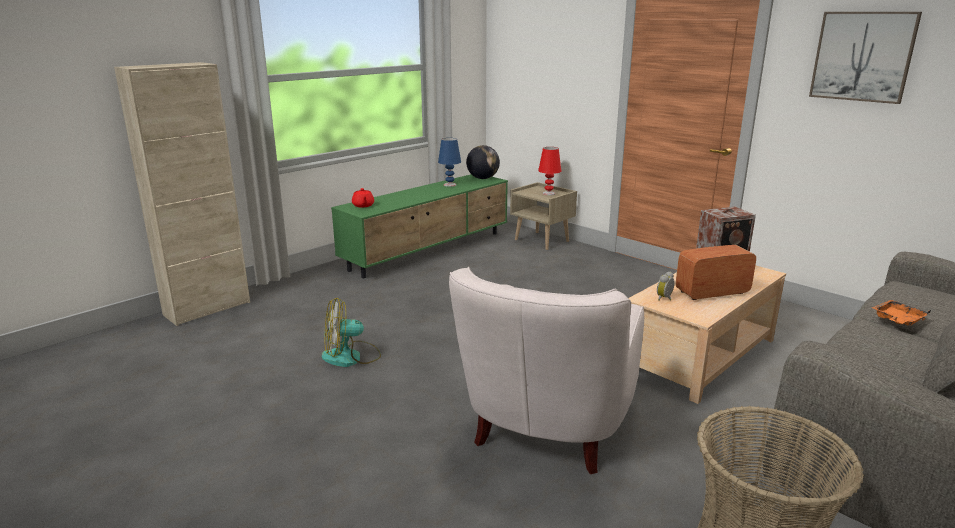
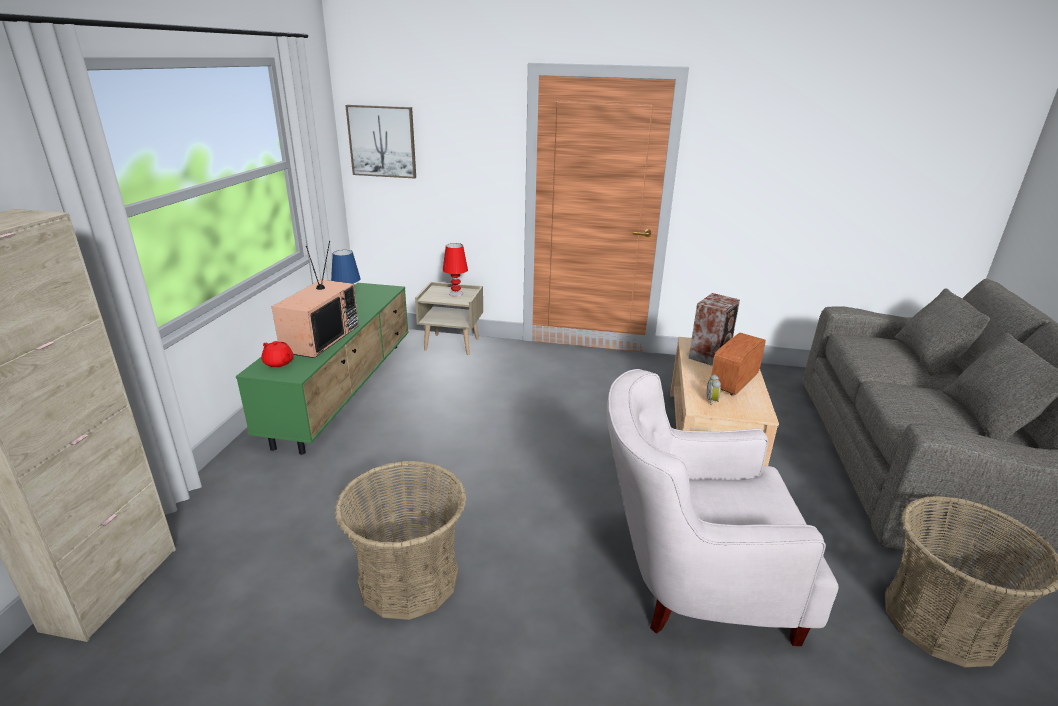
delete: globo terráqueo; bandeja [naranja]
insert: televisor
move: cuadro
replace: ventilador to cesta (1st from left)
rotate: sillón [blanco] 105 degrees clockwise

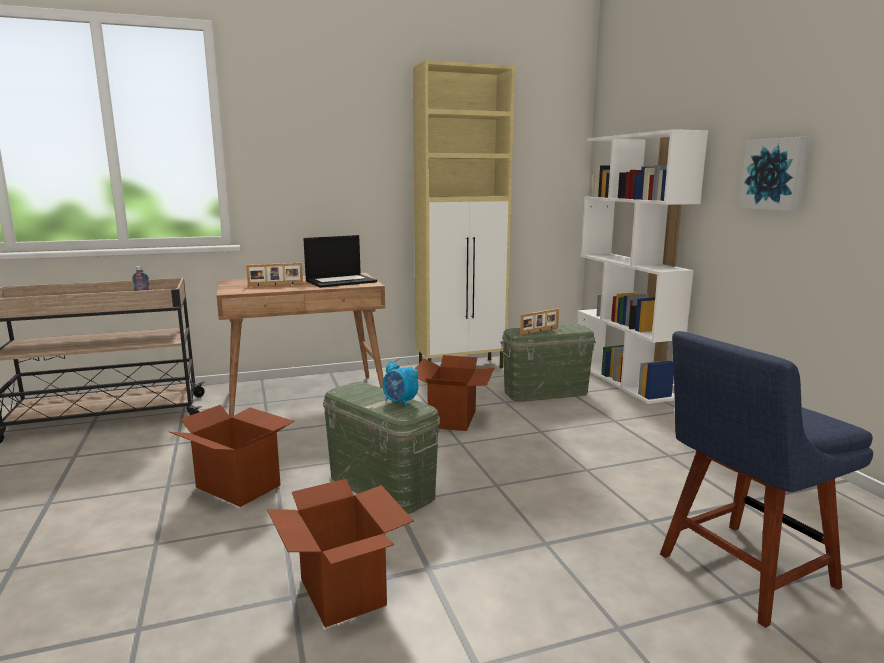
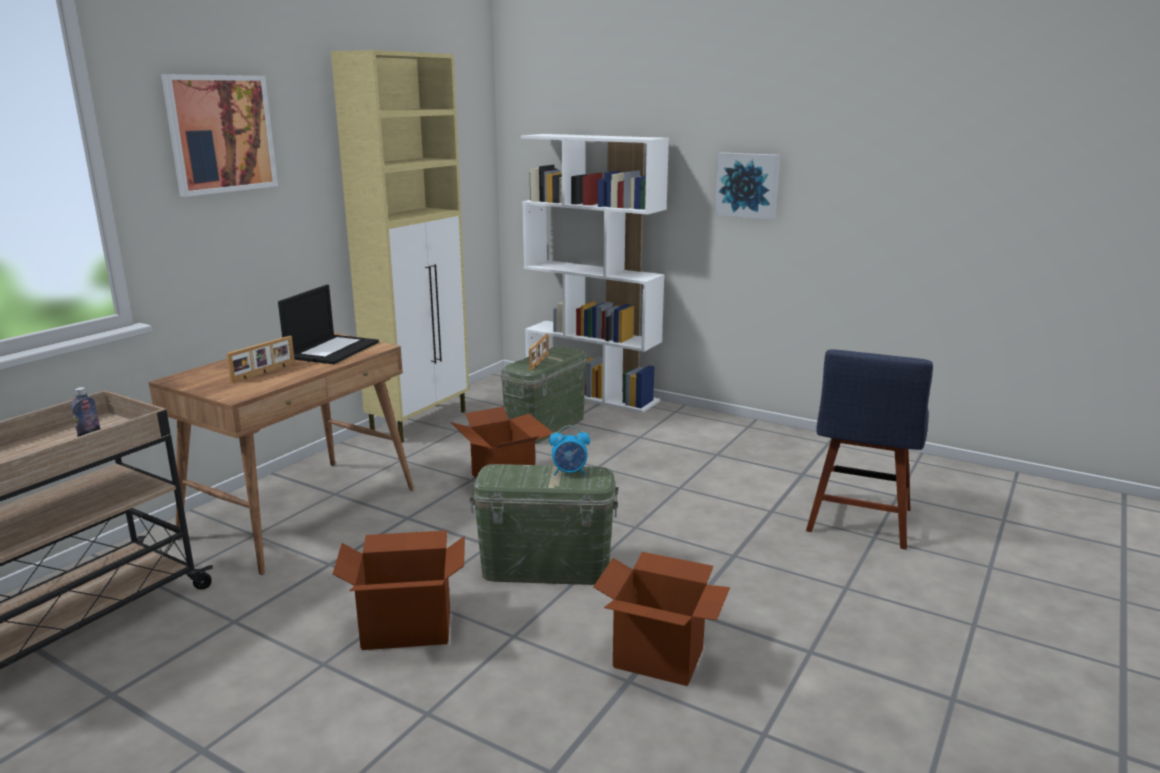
insert: cuadro (1st from left)

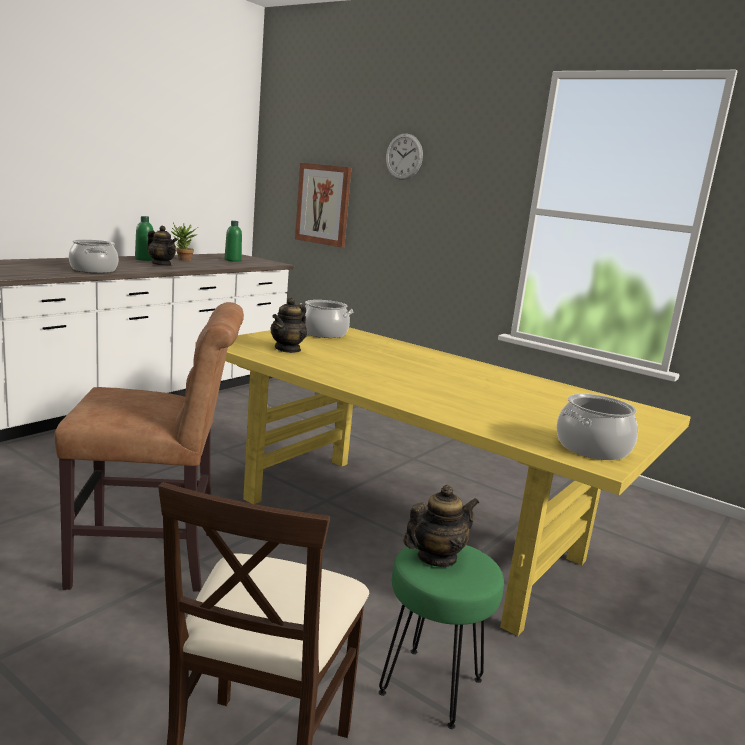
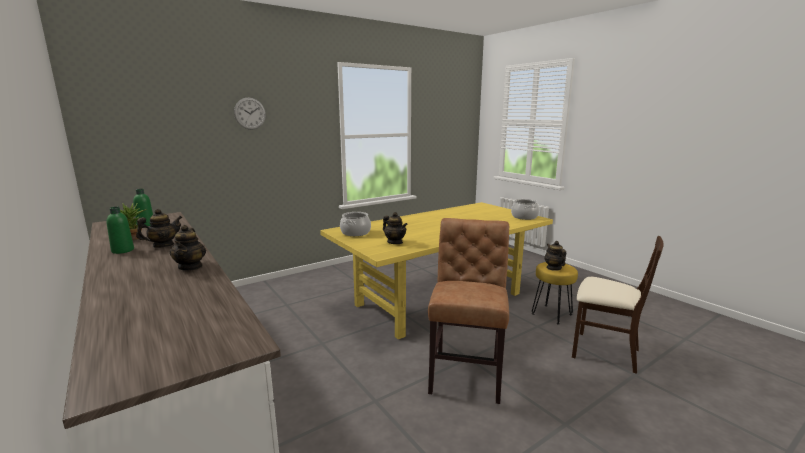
delete: cuadro
replace: olla (1st from left) to tetera (2nd from left)
recolor: taburete [verde] to taburete [amarillo]

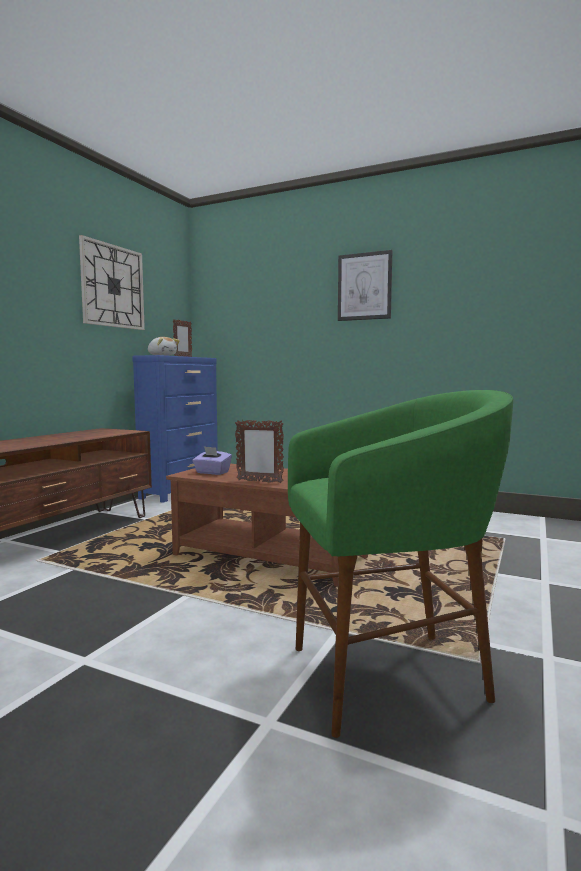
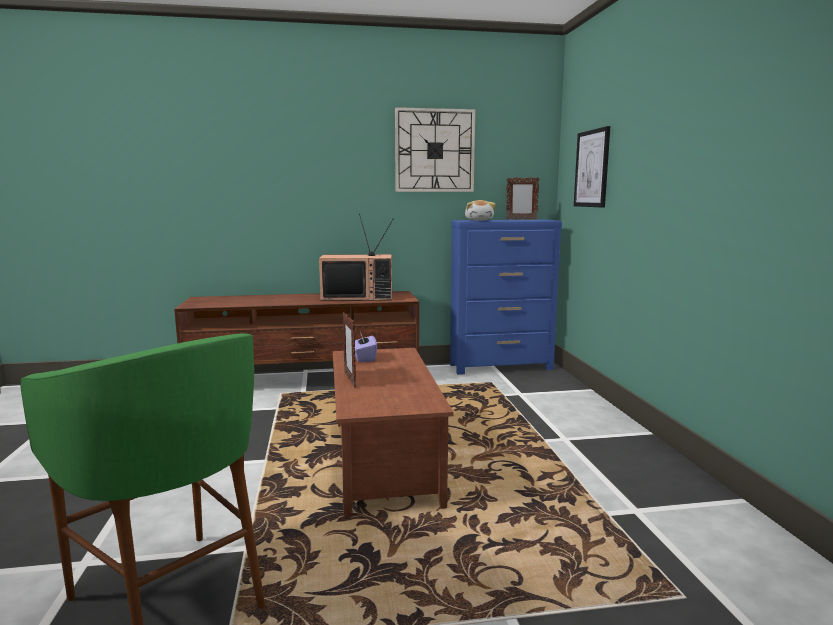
insert: televisor
move: cuadro

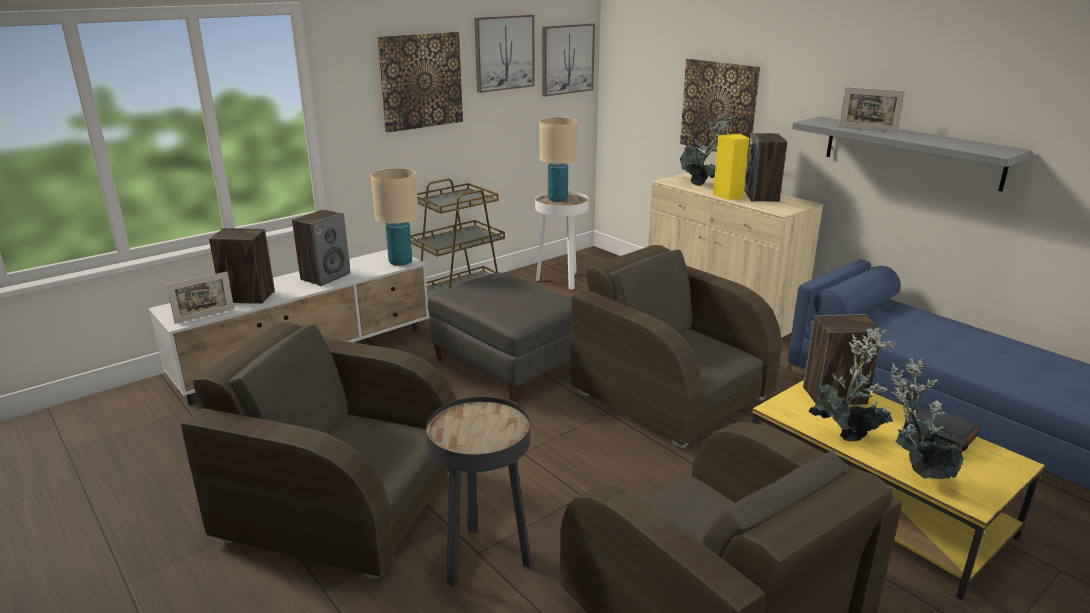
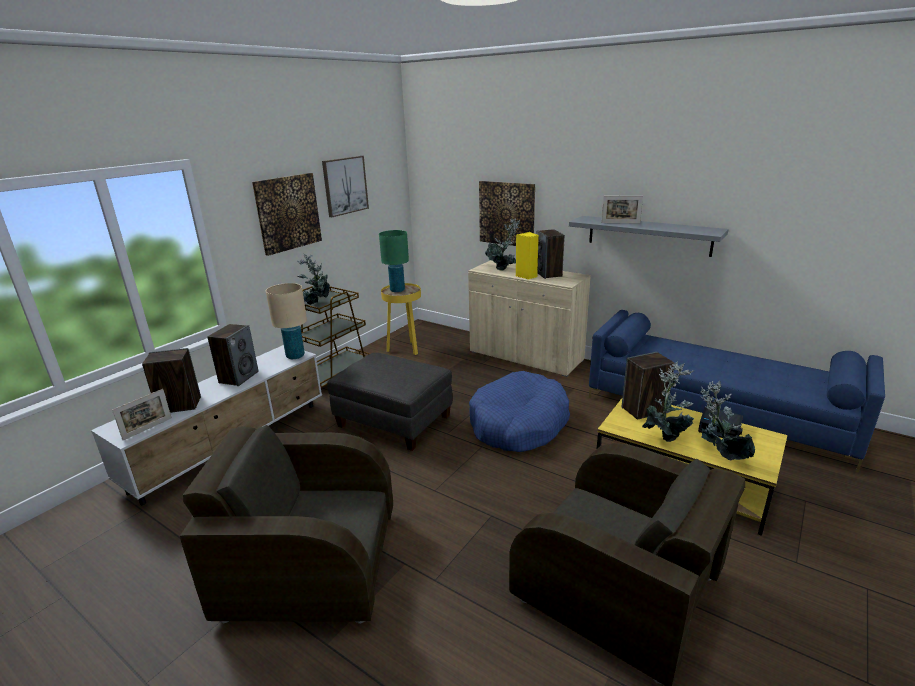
delete: mesa auxiliar [negro]; cuadro (3rd from left)
insert: planta en maceta (1st from left)
replace: sillón [marrón] (2nd from left) to cama para perro [azul]
recolor: lámpara de mesa [beis] (2nd from left) to lámpara de mesa [verde]; mesa auxiliar [blanco] to mesa auxiliar [amarillo]

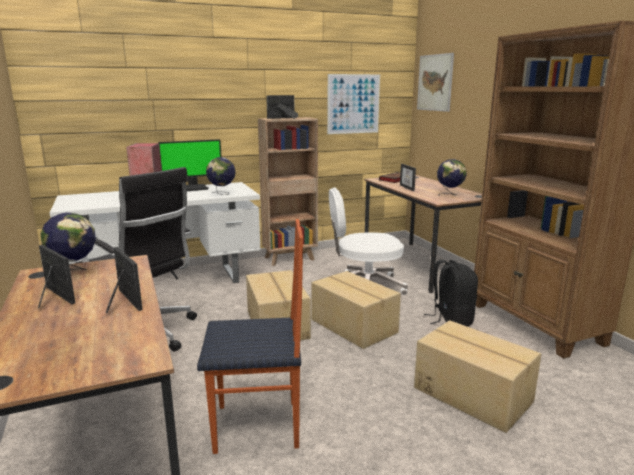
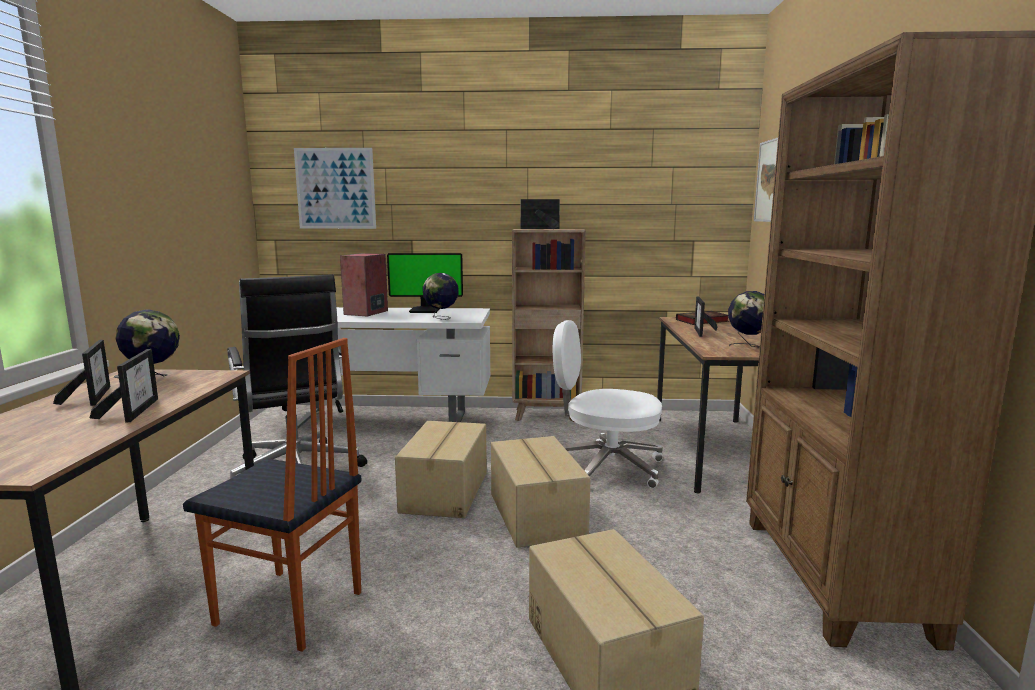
delete: mochila [negro]
move: cuadro (1st from left)

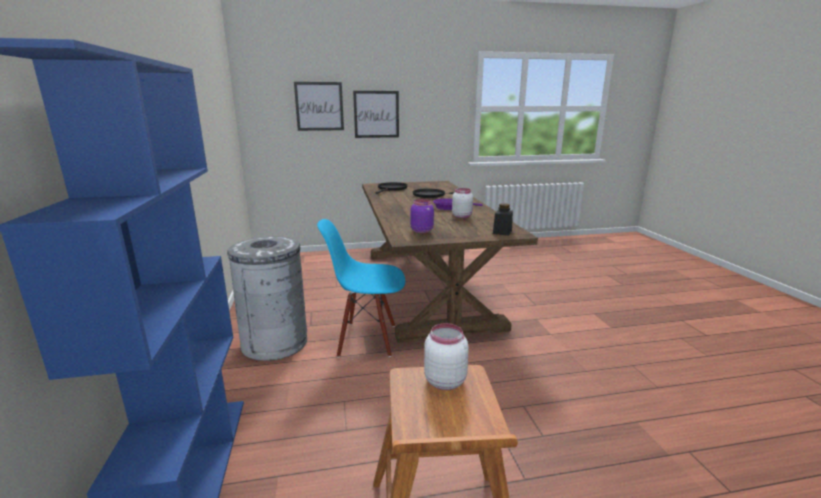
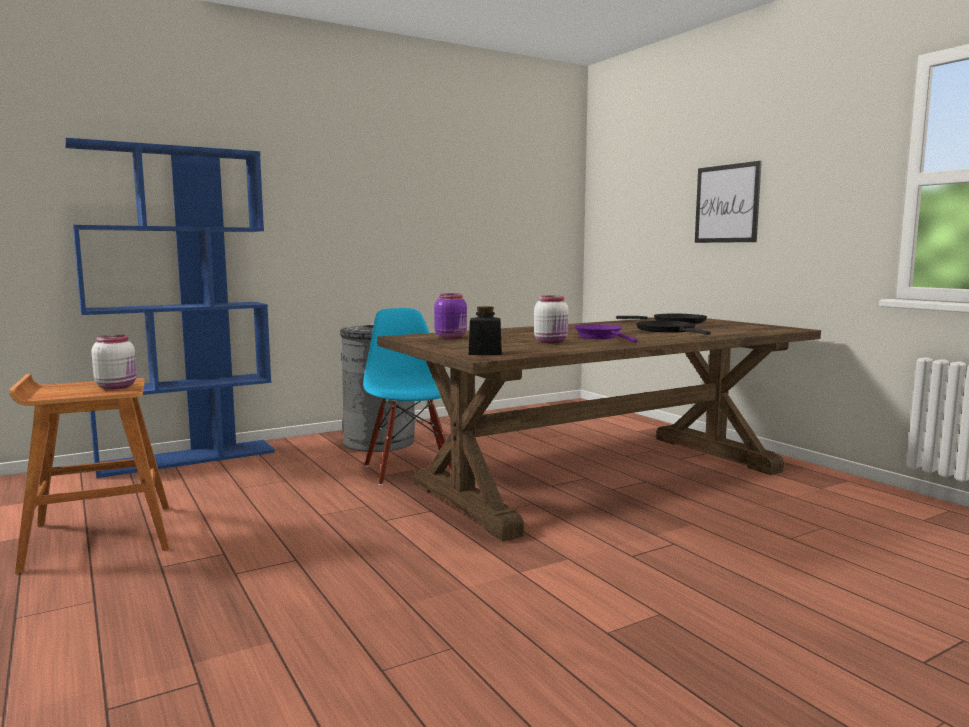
delete: cuadro (1st from left)

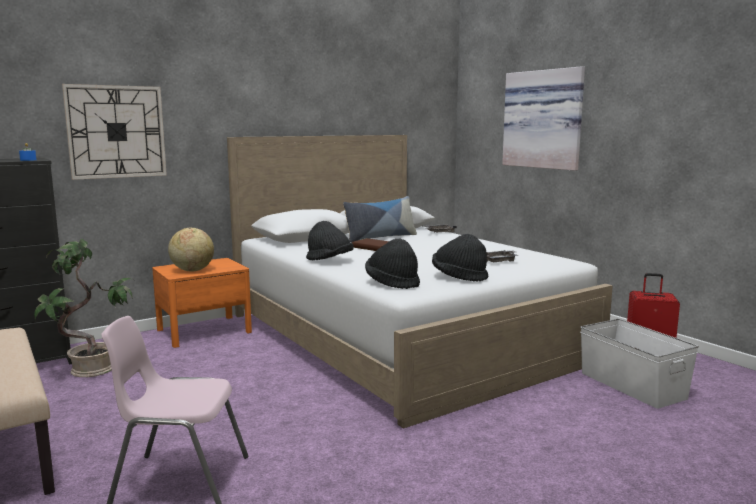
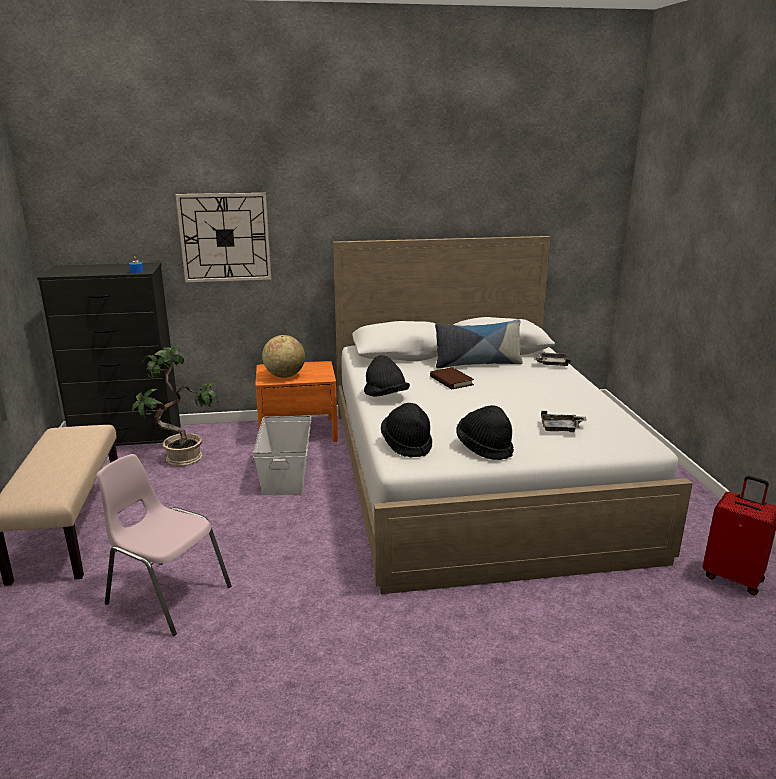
delete: cuadro
move: caja de almacenaje [blanco]

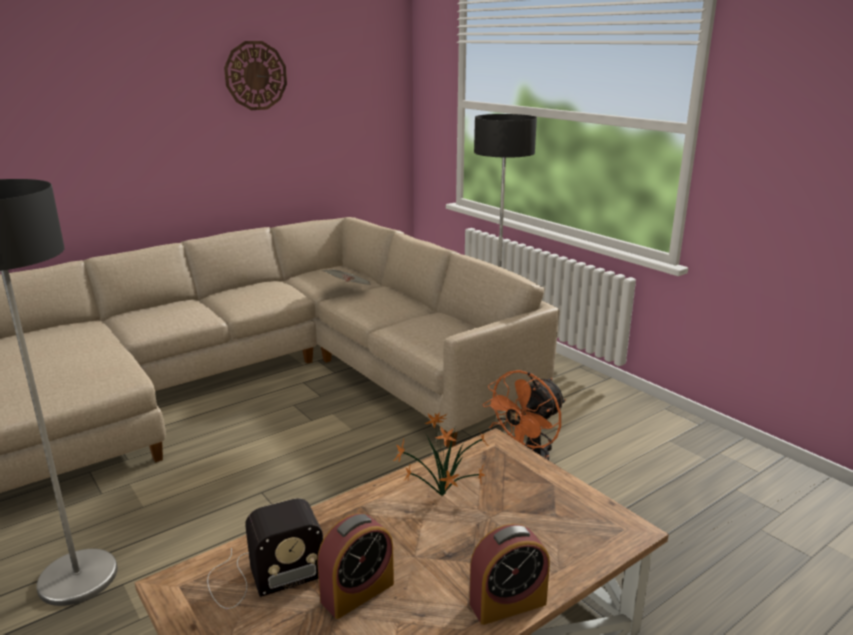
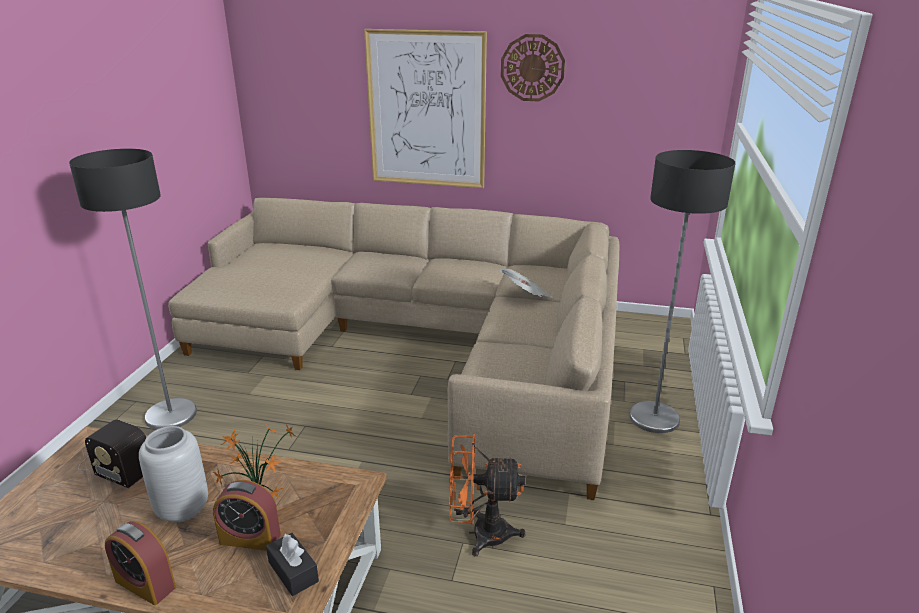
insert: florero [gris]; caja de pañuelos [negro]; cuadro
move: despertador (1st from left in the first image) to despertador (2nd from left)

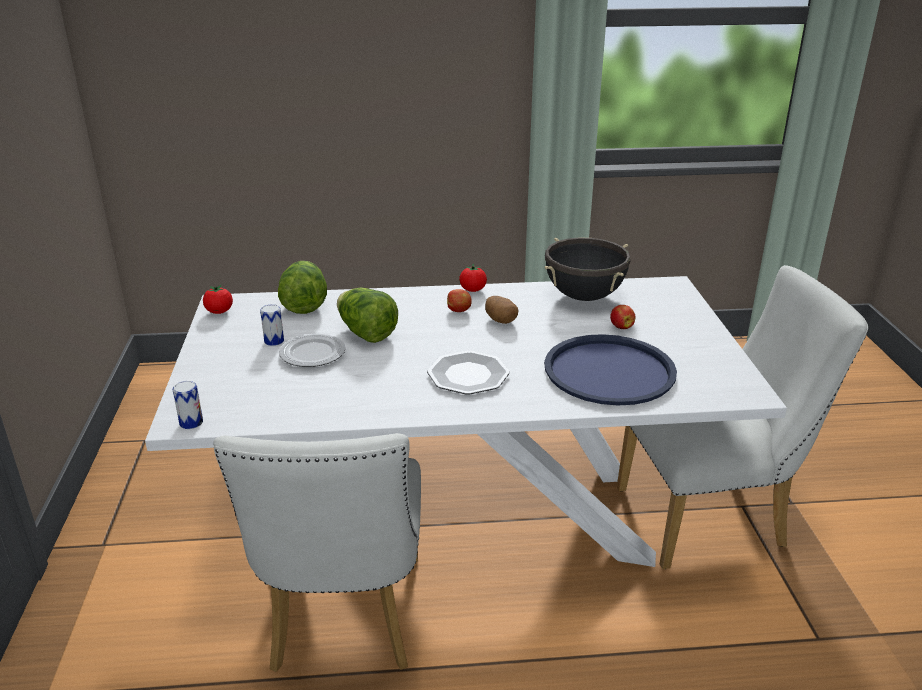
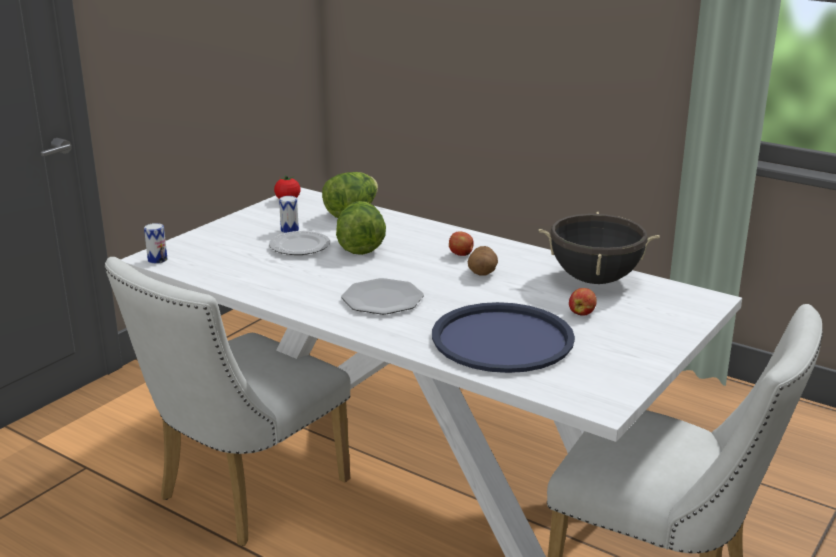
delete: tomate (2nd from left)

